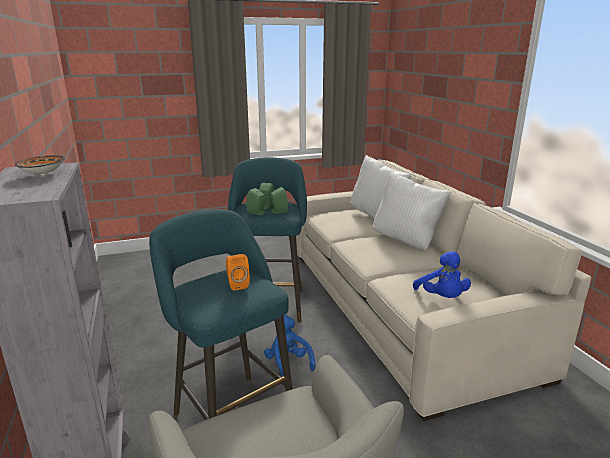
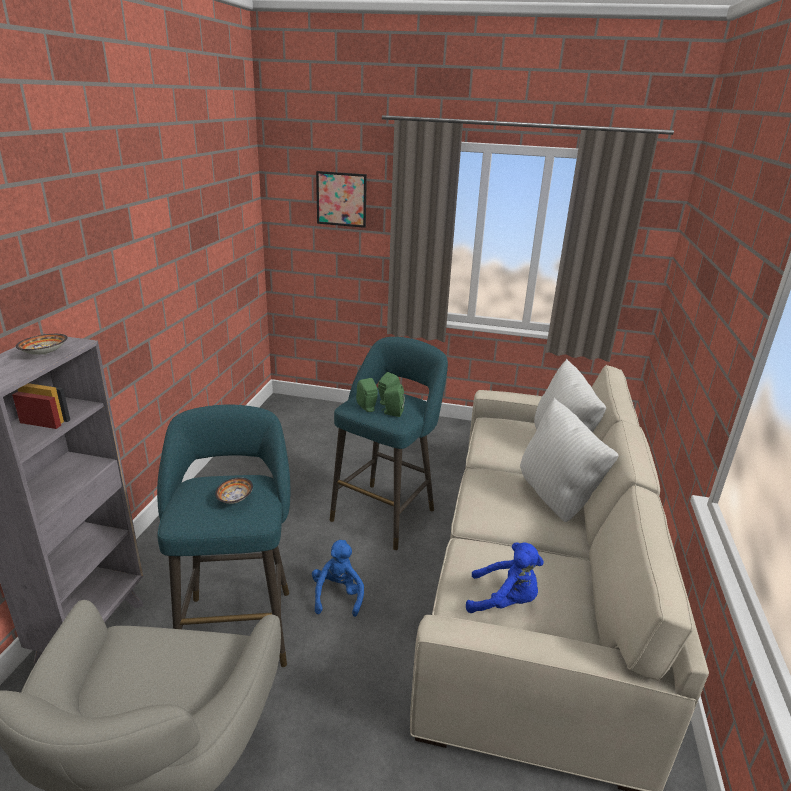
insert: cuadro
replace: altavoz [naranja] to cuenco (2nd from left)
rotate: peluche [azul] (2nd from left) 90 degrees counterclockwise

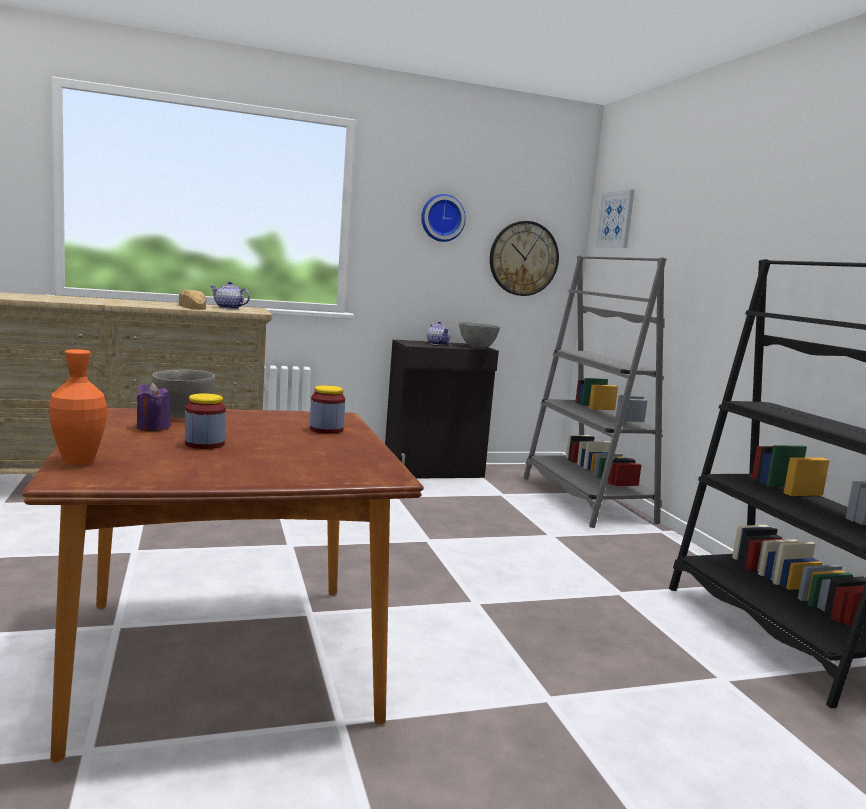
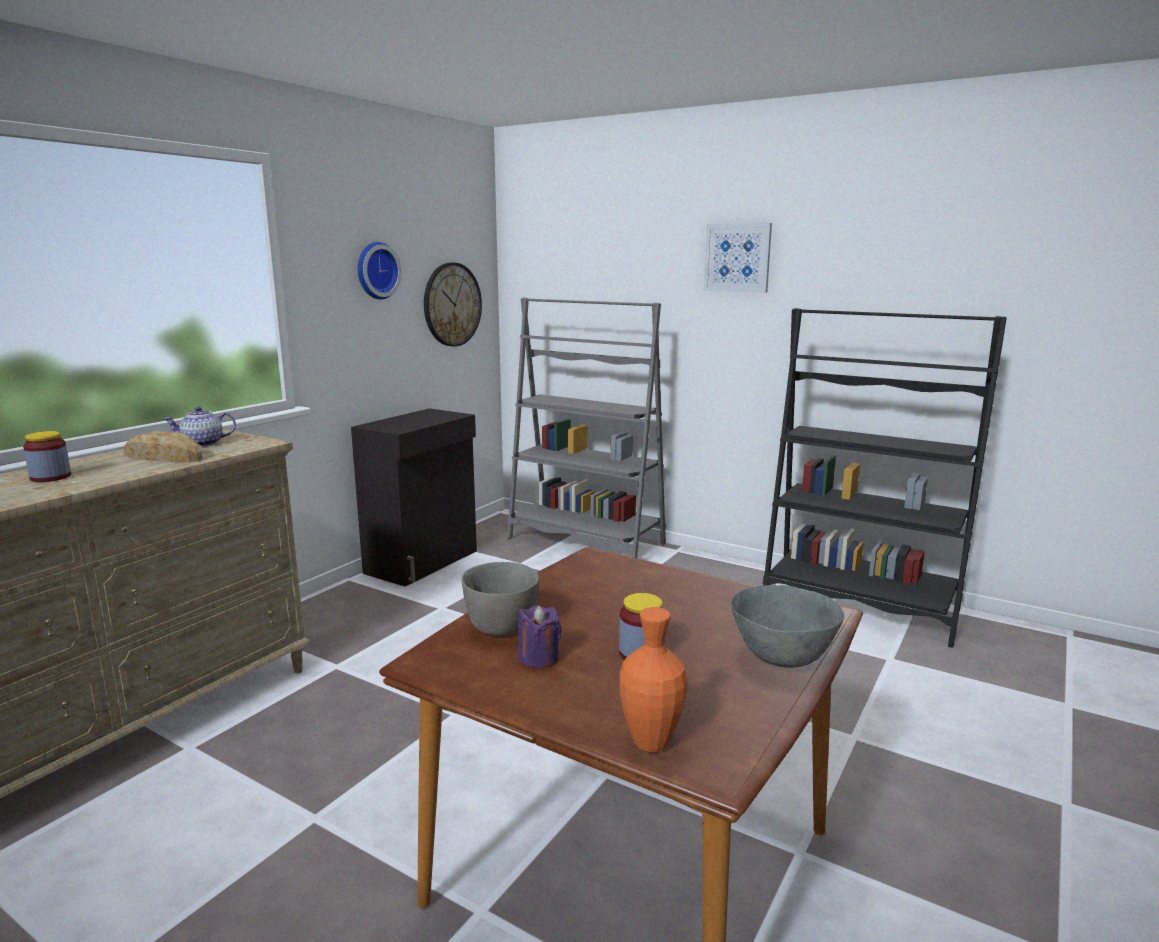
delete: tetera (2nd from left)
move: tarro (2nd from left in the first image) to tarro (1st from left); cuadro; cuenco [gris] (2nd from left)

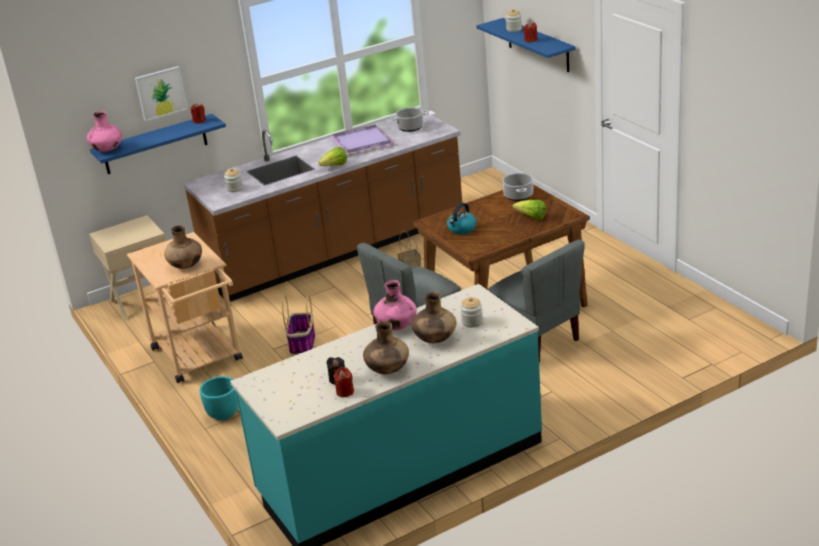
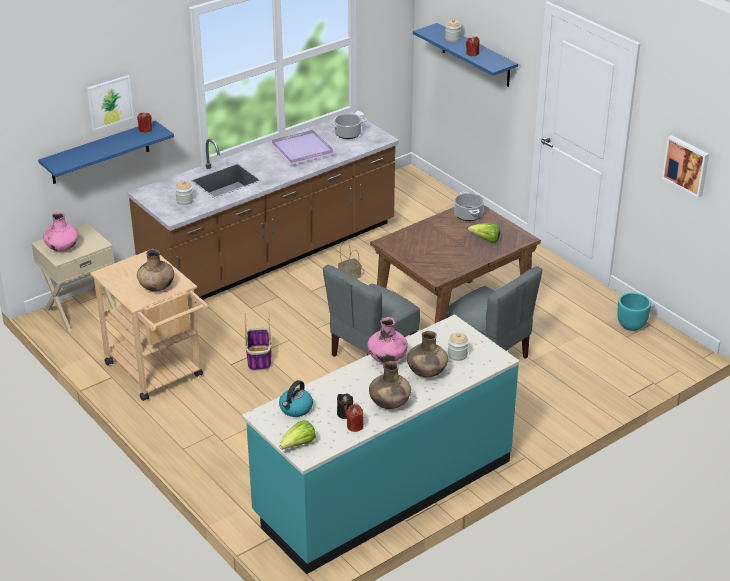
insert: cuadro (2nd from left)
move: florero [rosa] (1st from left); hervidor; lechuga (1st from left); maceta [turquesa]

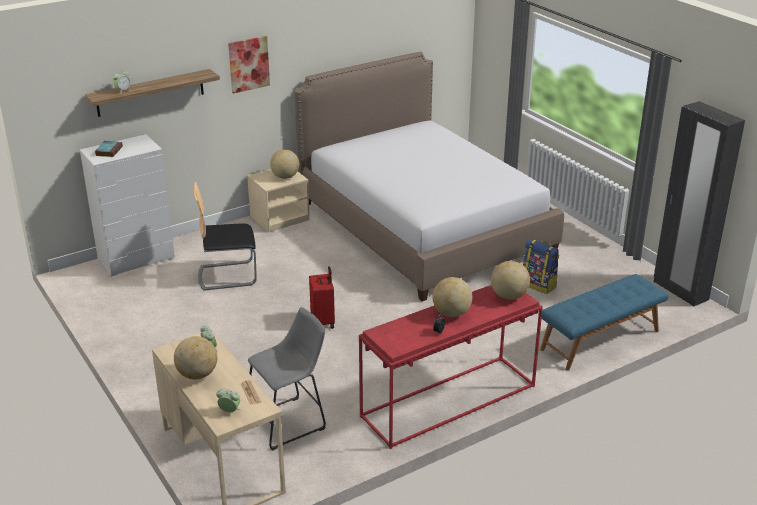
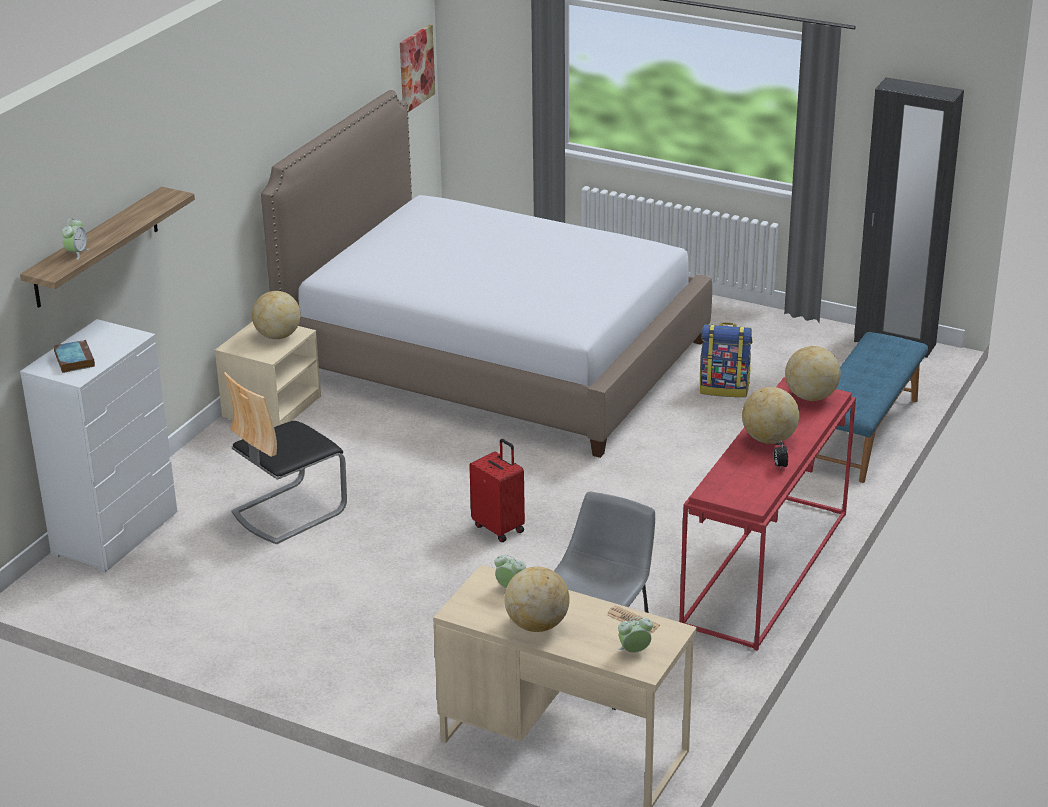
move: cuadro

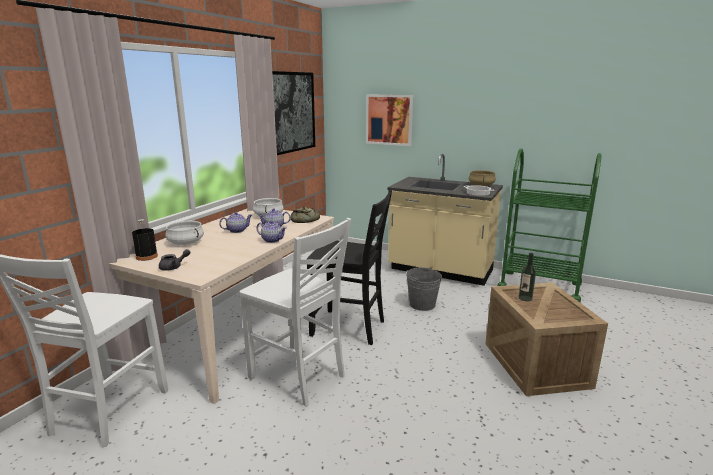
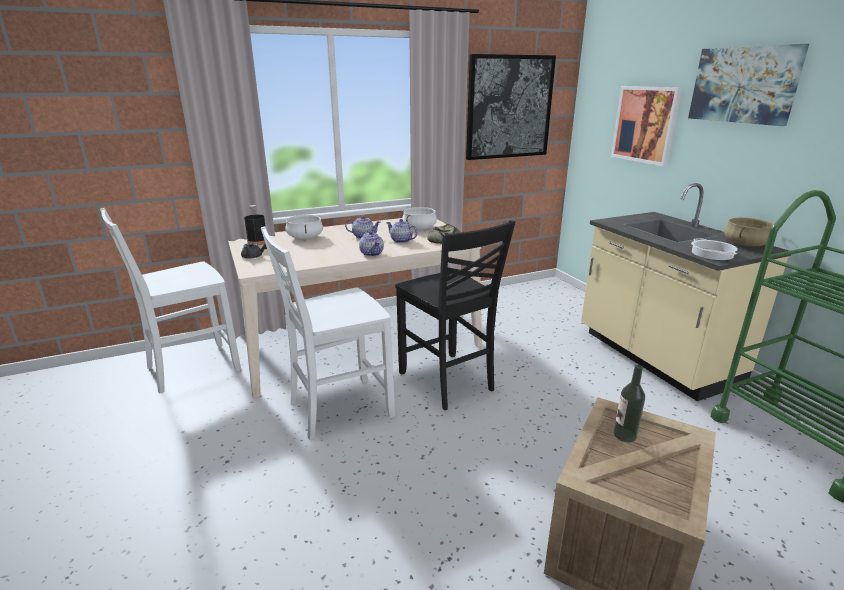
delete: cubo [gris]
insert: cuadro (3rd from left)
rotate: silla [blanco] (2nd from left) 75 degrees clockwise

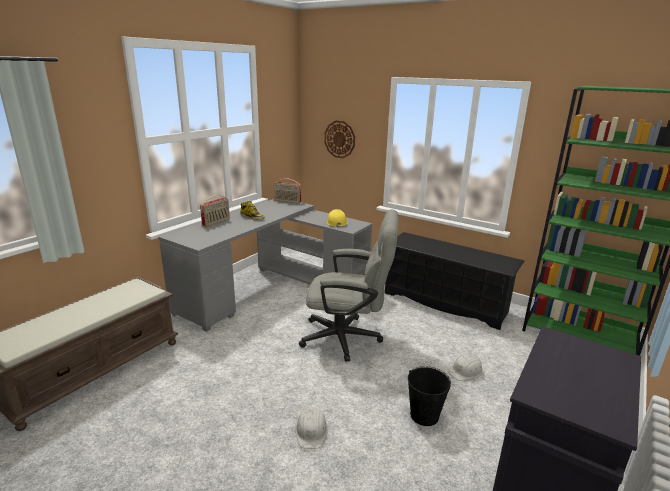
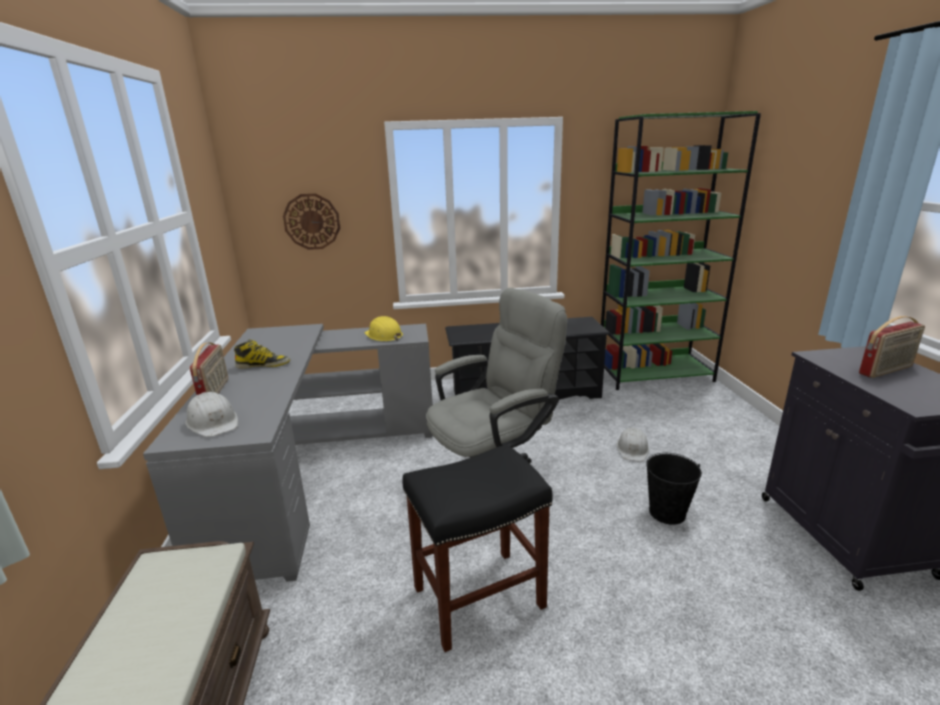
insert: taburete [negro]
move: casco [blanco] (1st from left); radio (2nd from left)

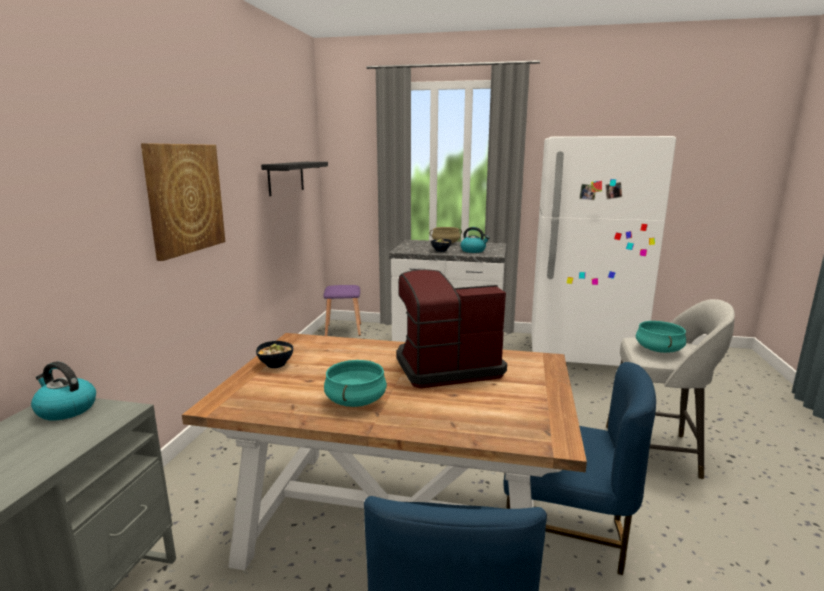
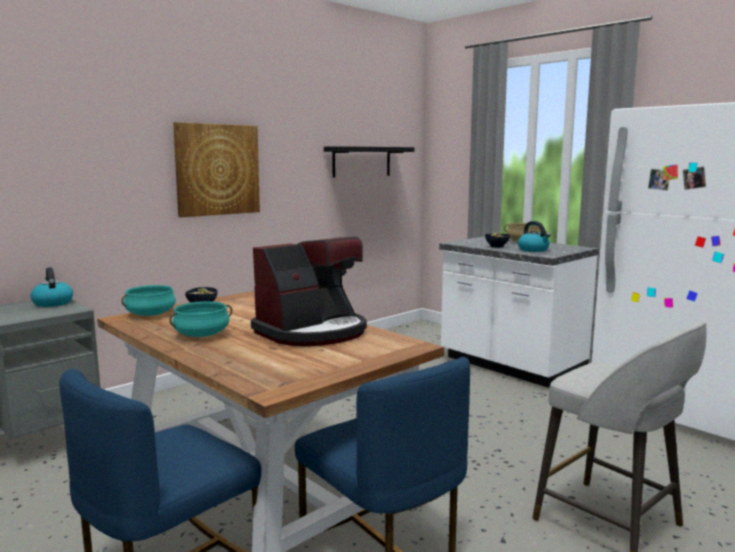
delete: taburete [morado]
move: olla [turquesa] (2nd from left in the first image) to olla [turquesa] (1st from left)
rotate: cafetera 120 degrees clockwise

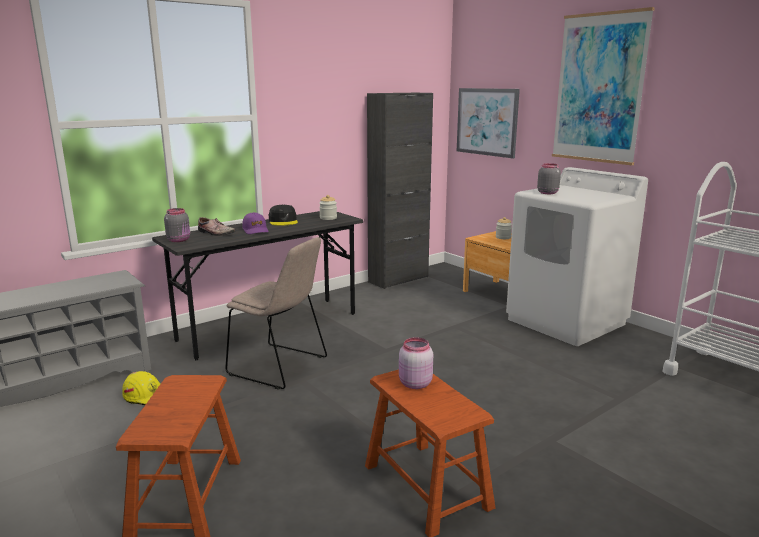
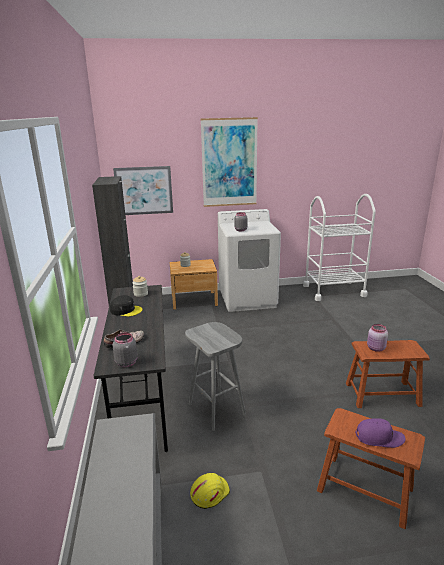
move: gorra [morado]
replace: silla [beis] to taburete [gris]

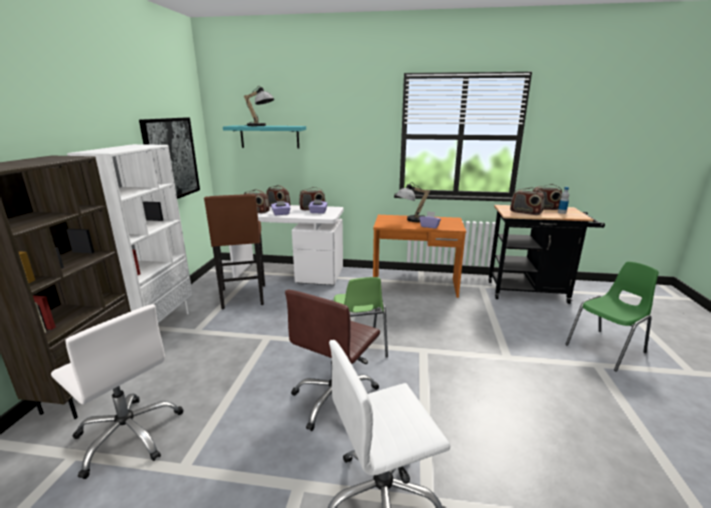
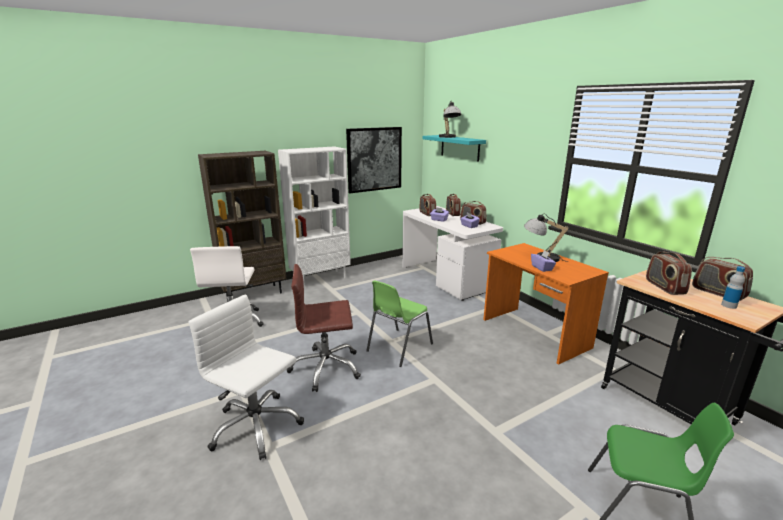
delete: taburete [marrón]

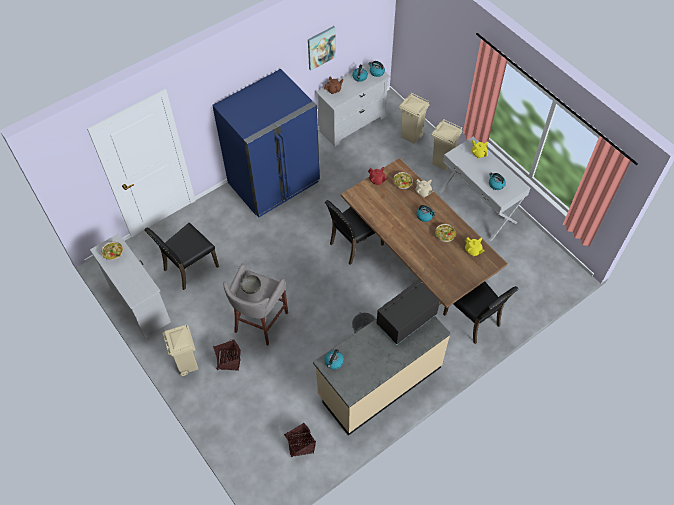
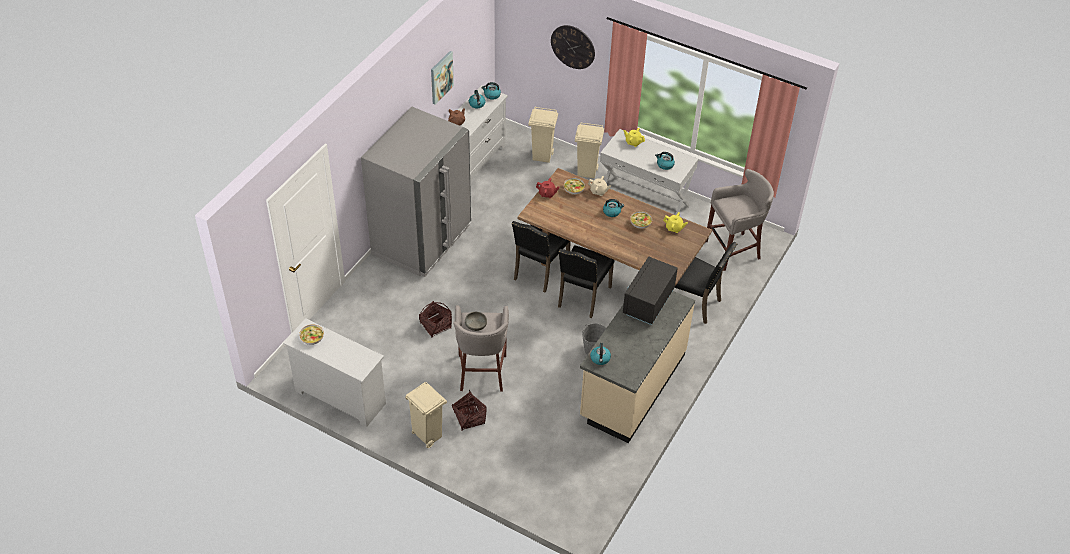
insert: reloj de pared; taburete [gris] (2nd from left)
move: cesta (2nd from left in the first image) to cesta (1st from left); silla [negro] (1st from left in the first image) to silla [negro] (2nd from left)
recolor: nevera [azul] to nevera [gris]

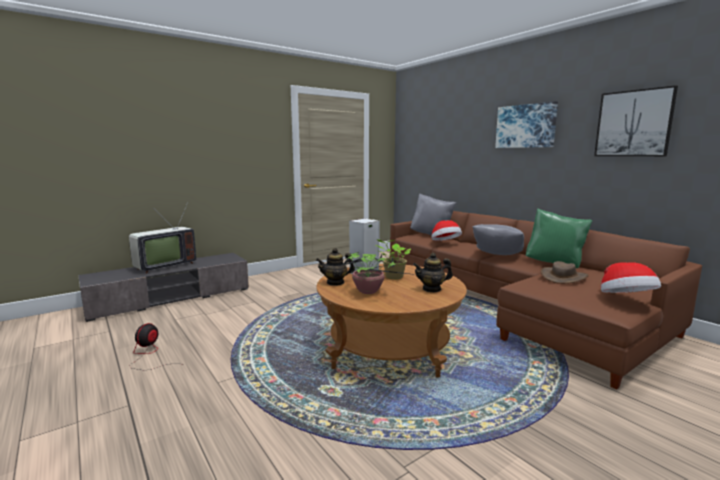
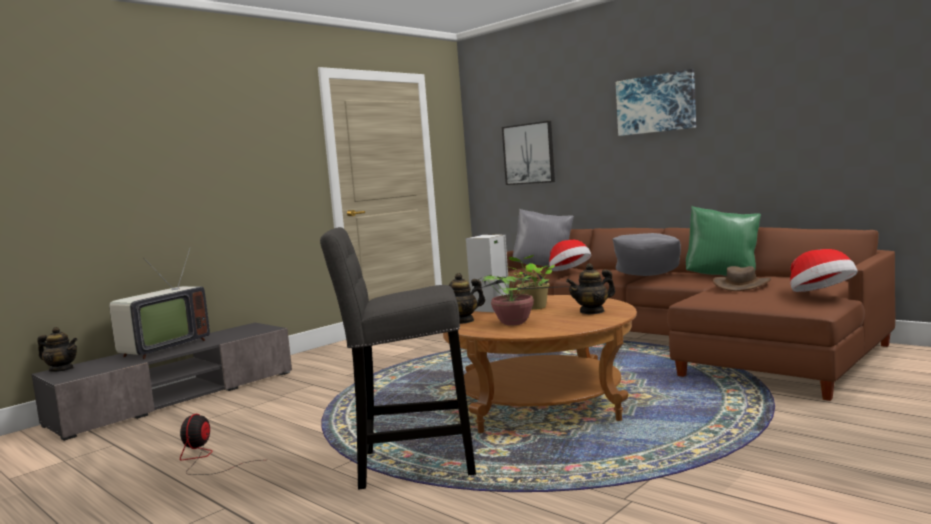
insert: tetera (1st from left); taburete [gris]
move: cuadro (2nd from left in the first image) to cuadro (1st from left)

